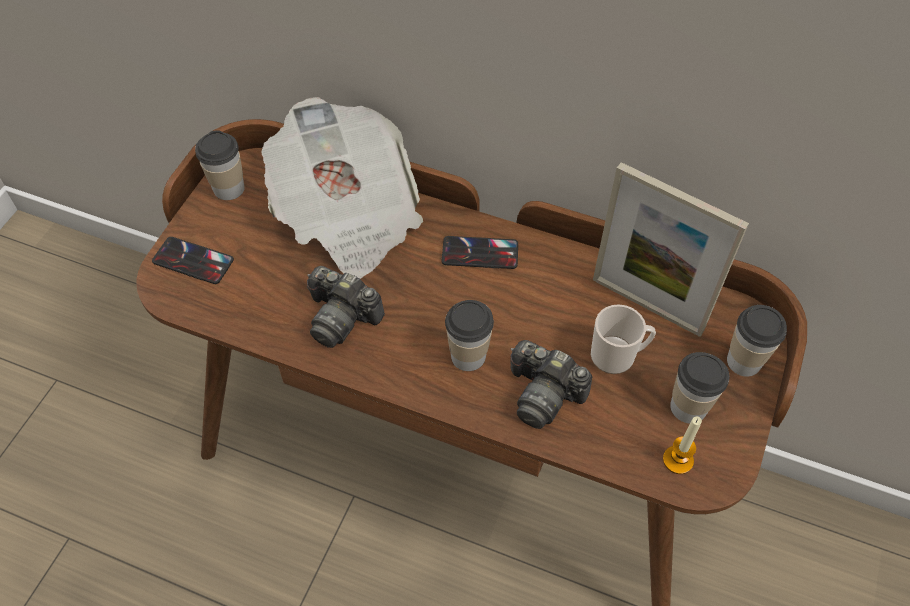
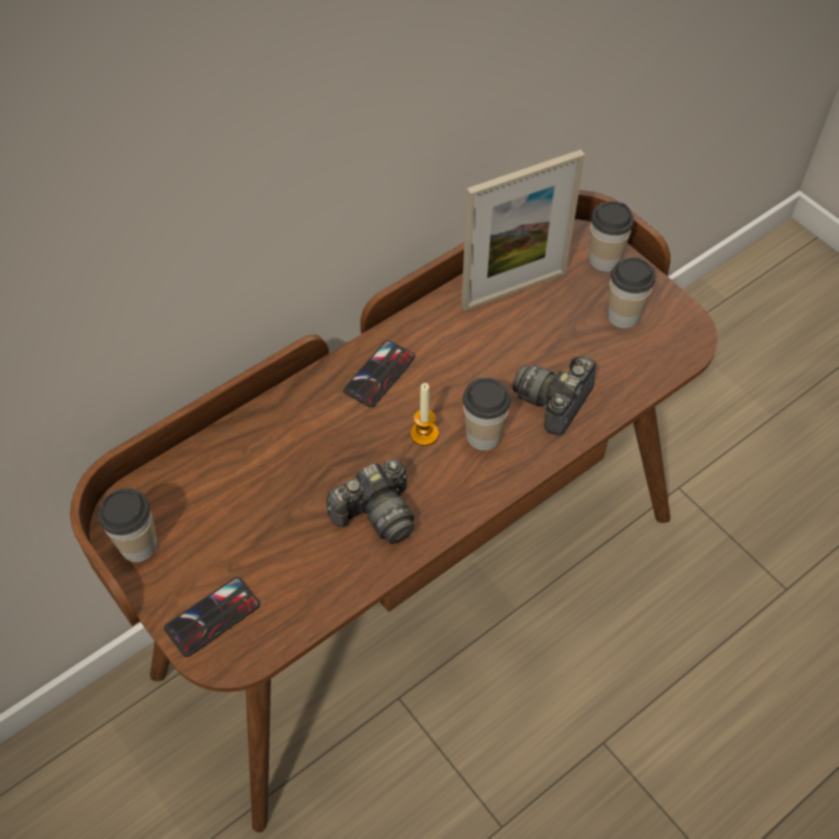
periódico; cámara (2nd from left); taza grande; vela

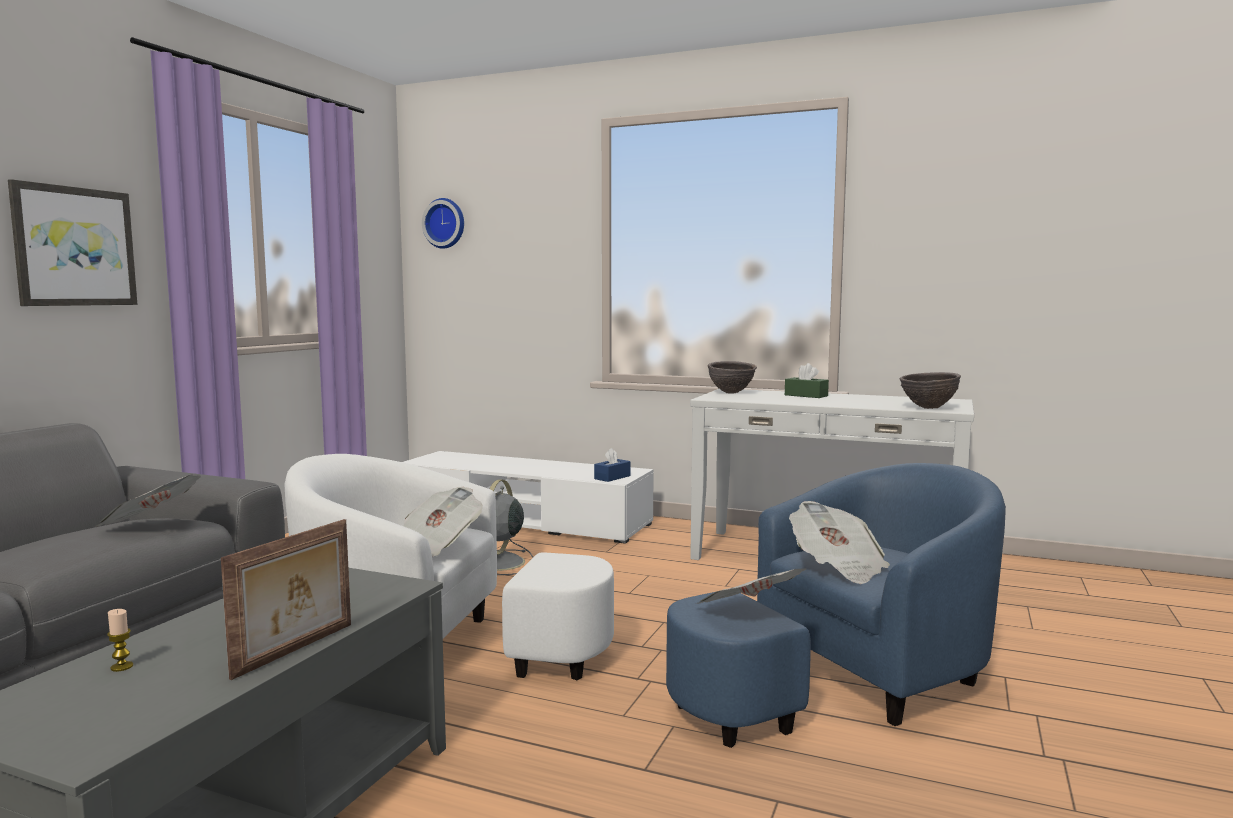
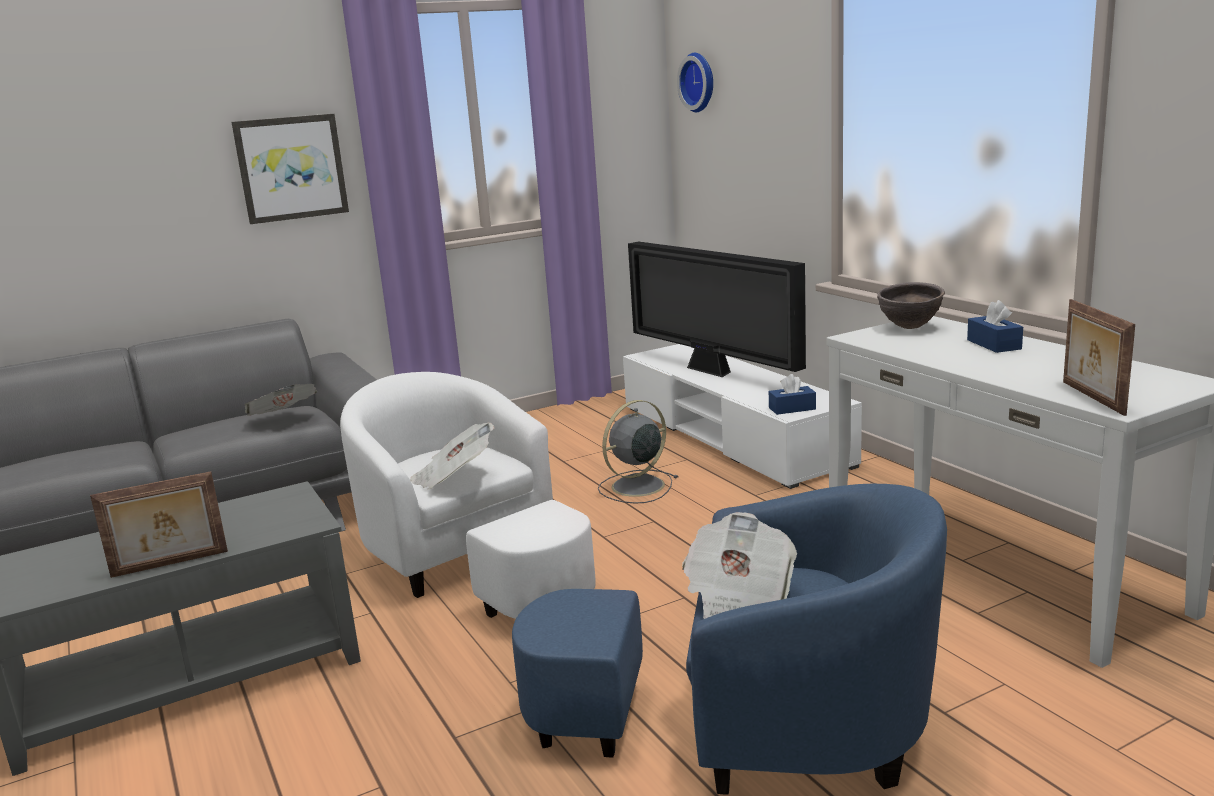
vela; periódico (3rd from left in the first image); caja de pañuelos/azul (2nd from left); portarretratos (2nd from left); televisor

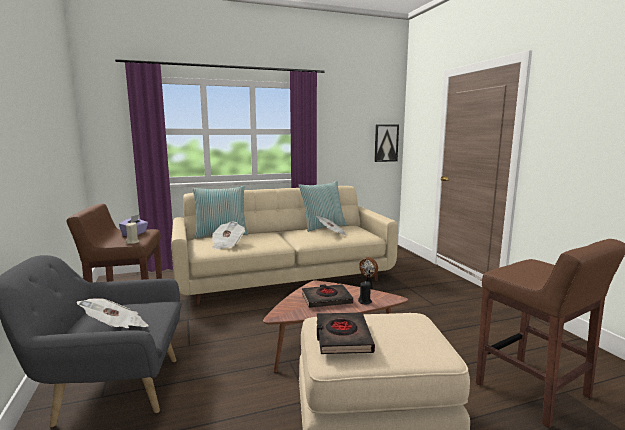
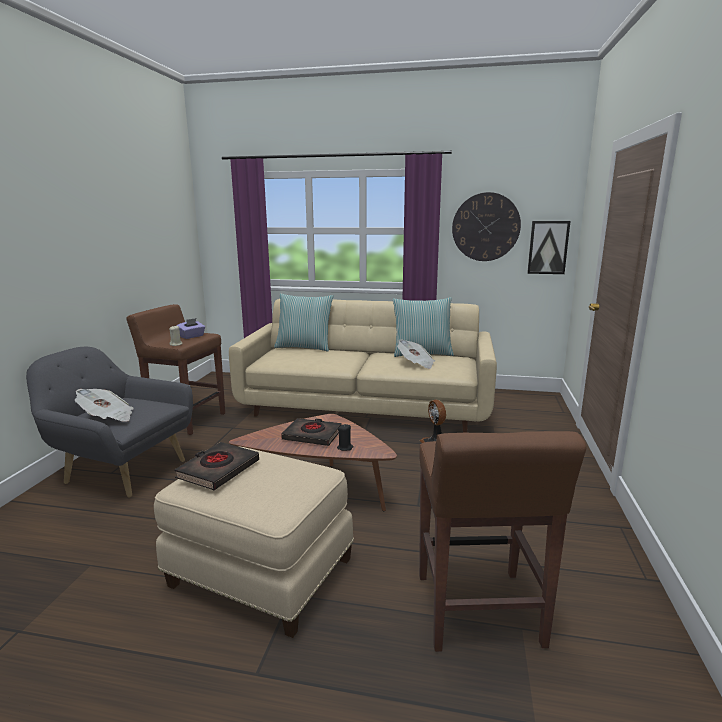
periódico (2nd from left in the first image); reloj de pared

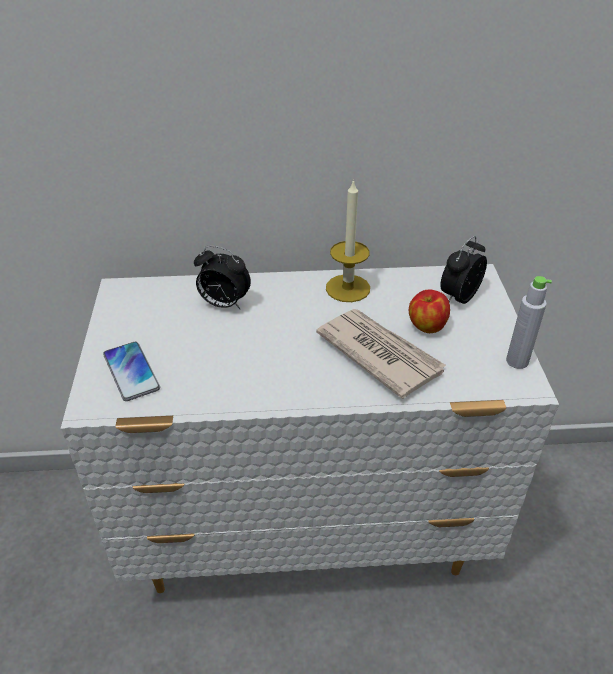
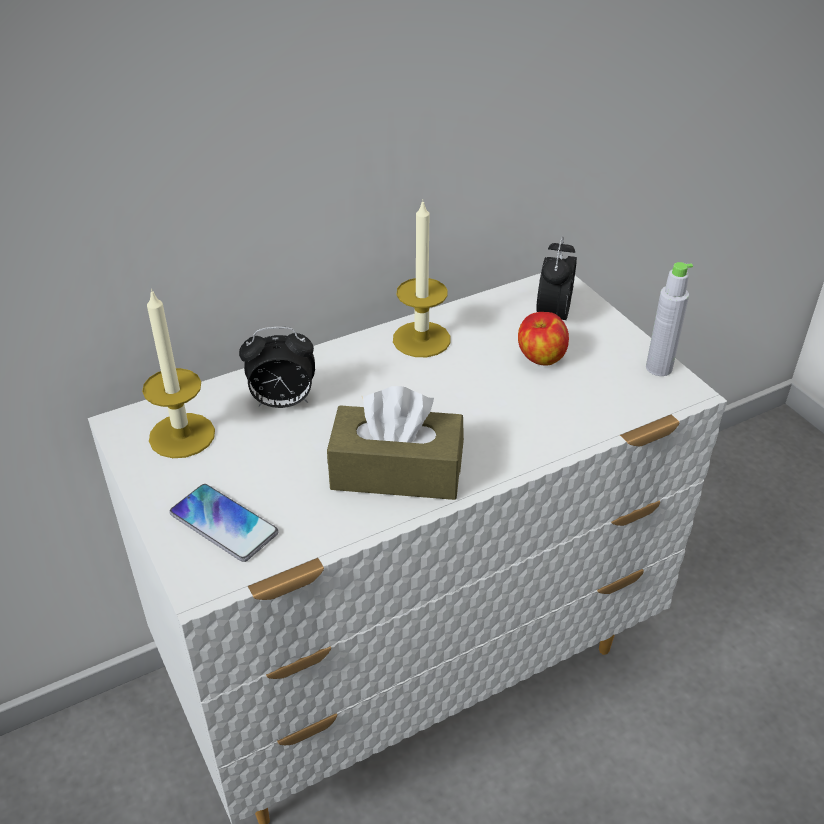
periódico; vela (1st from left); caja de pañuelos/marrón

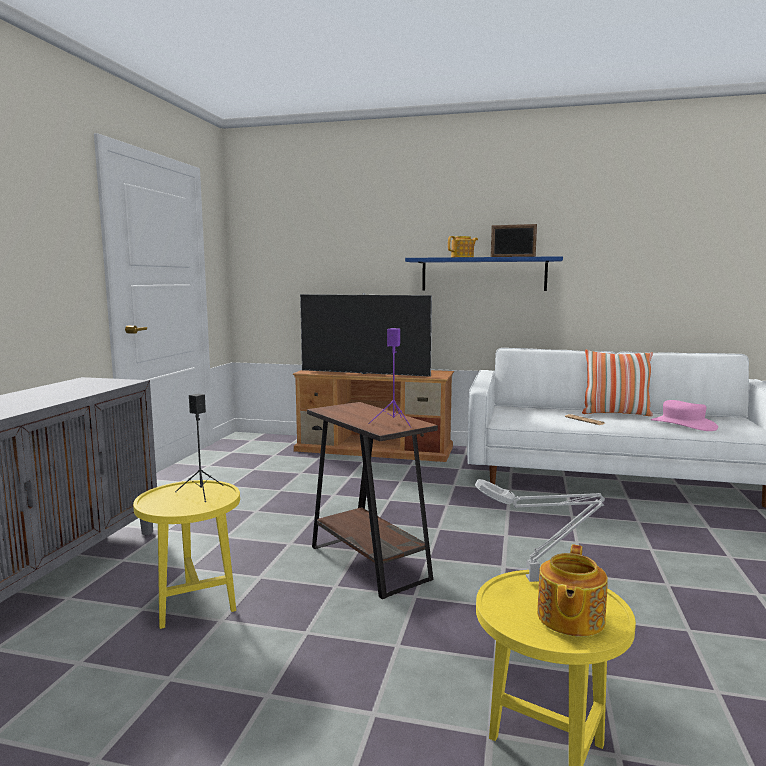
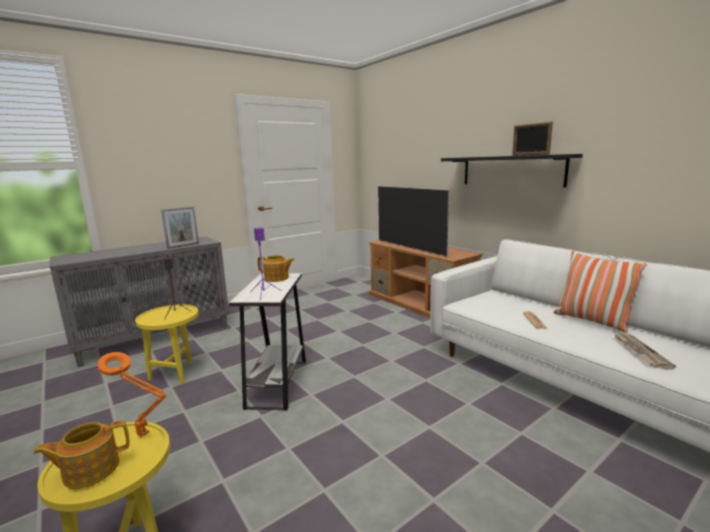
mesa auxiliar/blanco; estante/negro; tetera (2nd from left); lámpara de mesa/naranja; periódico (2nd from left); portarretratos (1st from left)

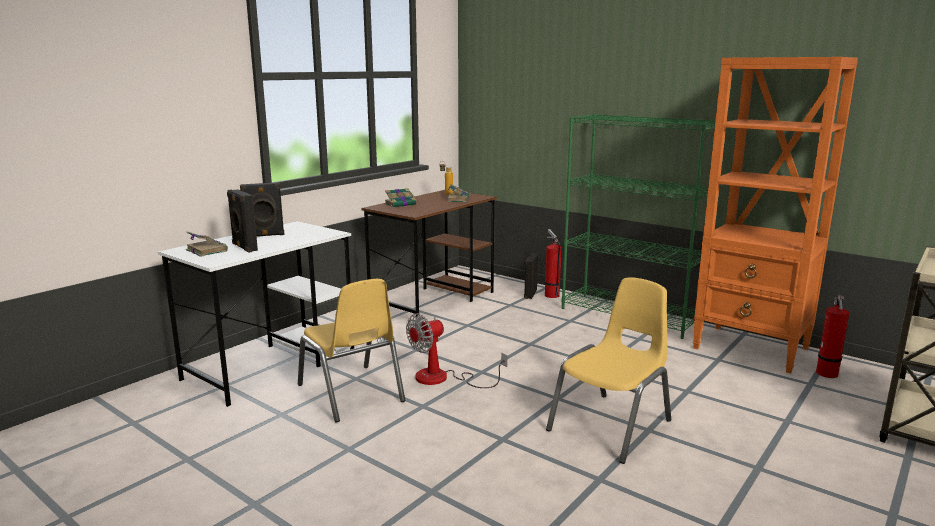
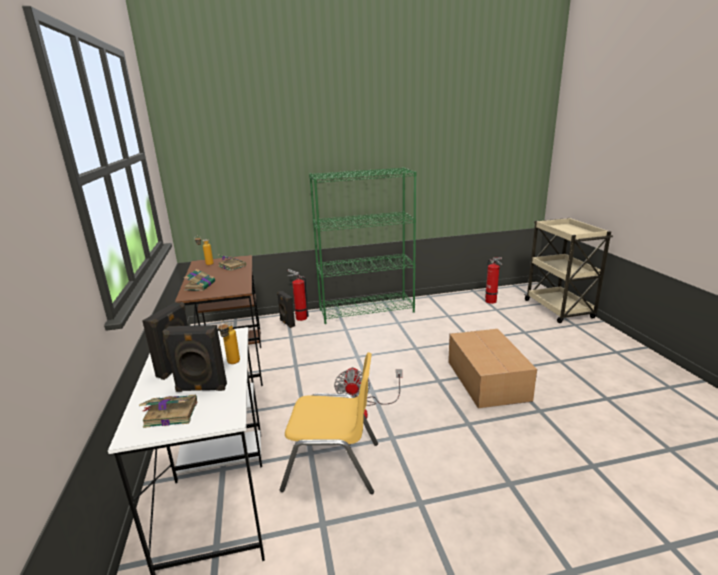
caja de cartón; estantería/naranja; botella (2nd from left)

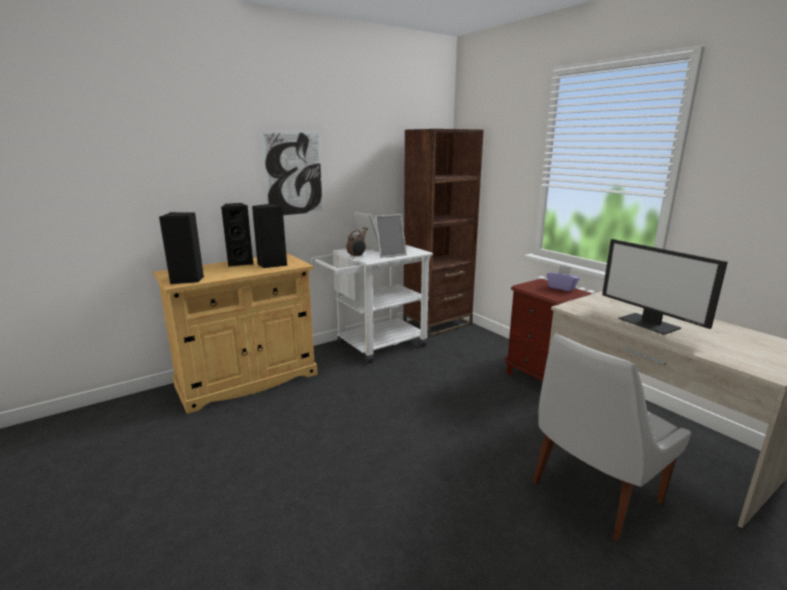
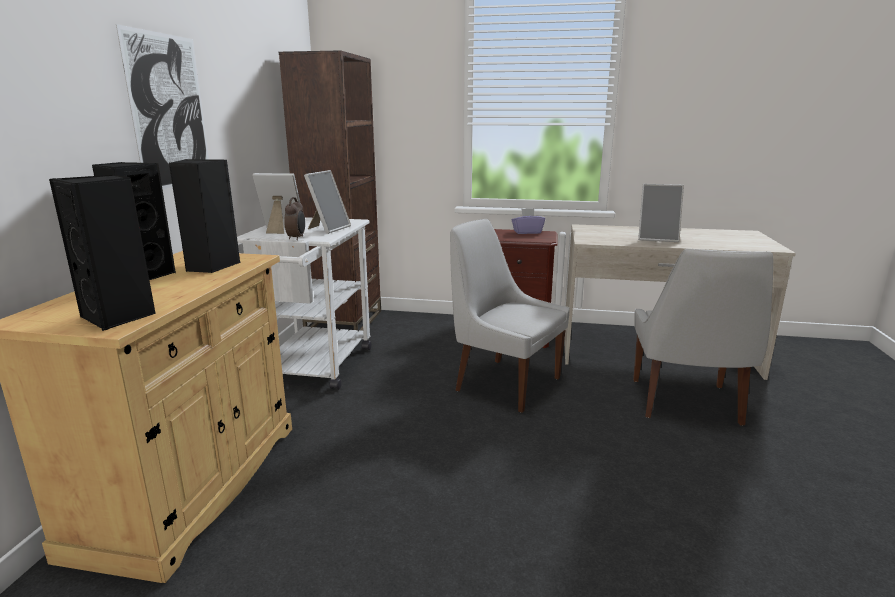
portarretratos (3rd from left); silla/blanco (1st from left)

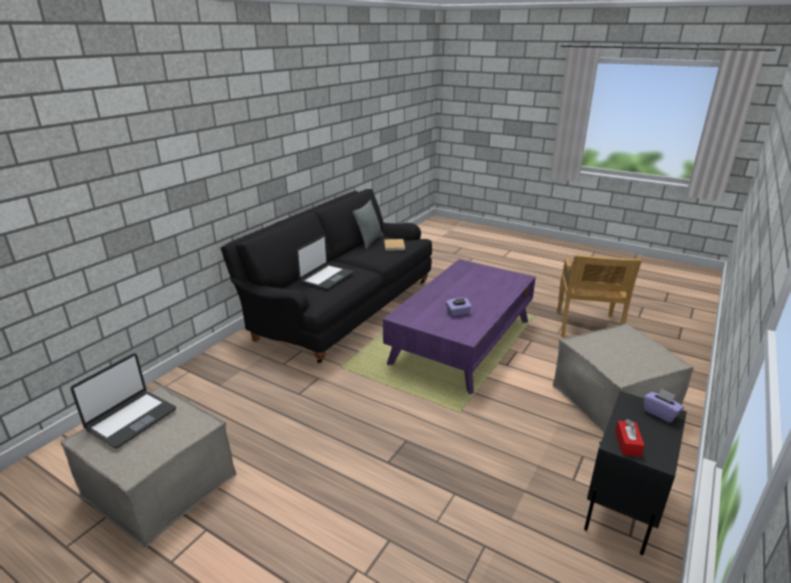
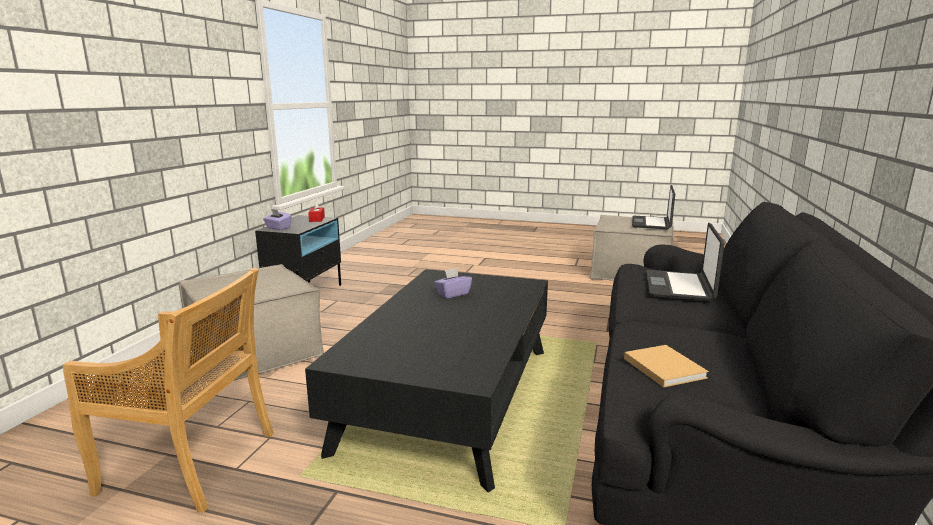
cojín/gris; mesa de centro/negro; silla/beis

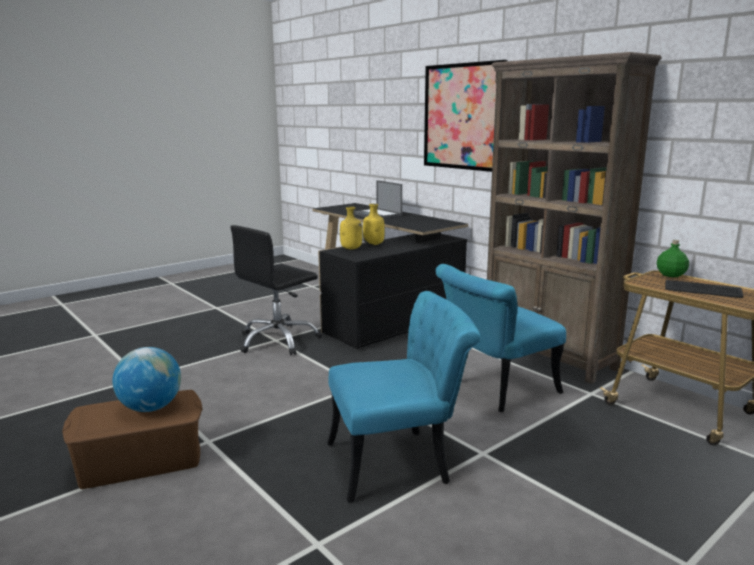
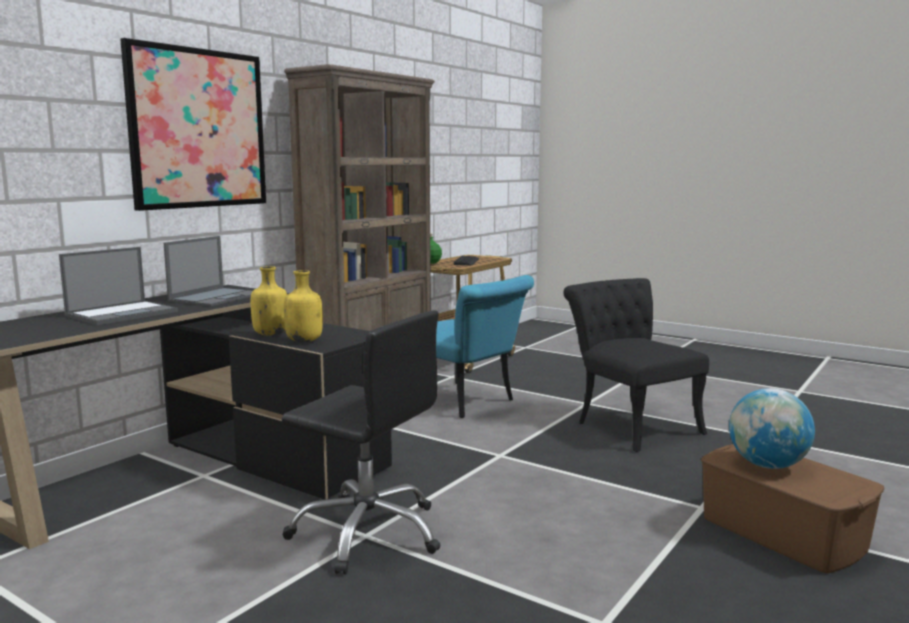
silla/negro; portátil (2nd from left)

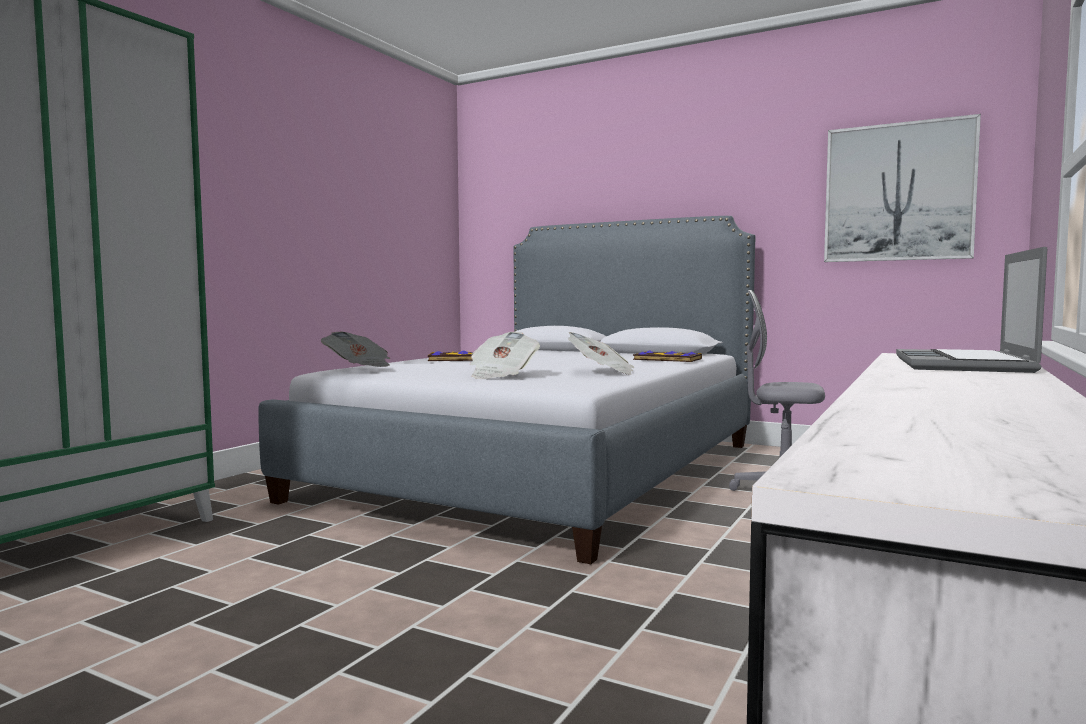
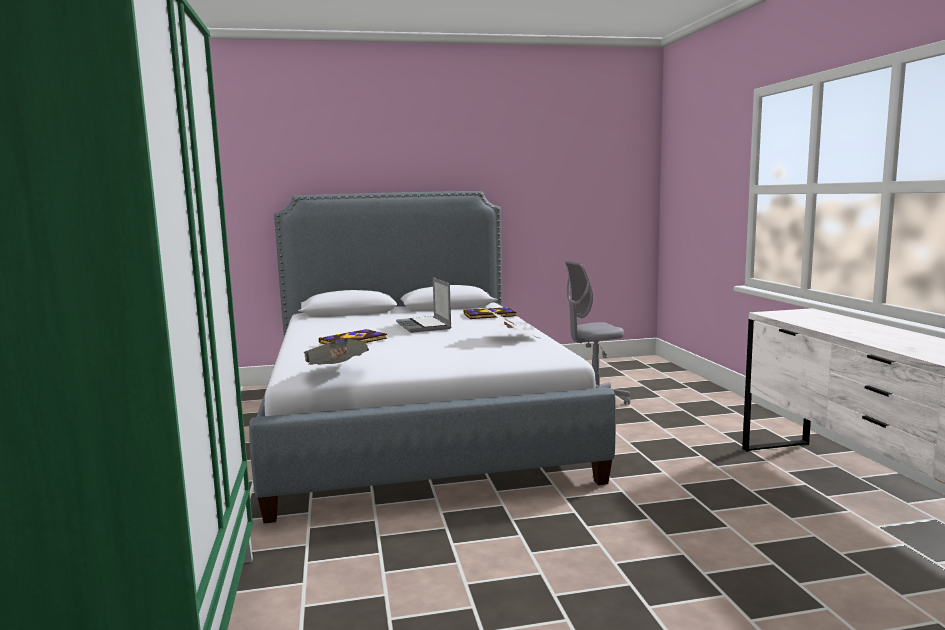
periódico (2nd from left in the first image); cuadro; portátil

